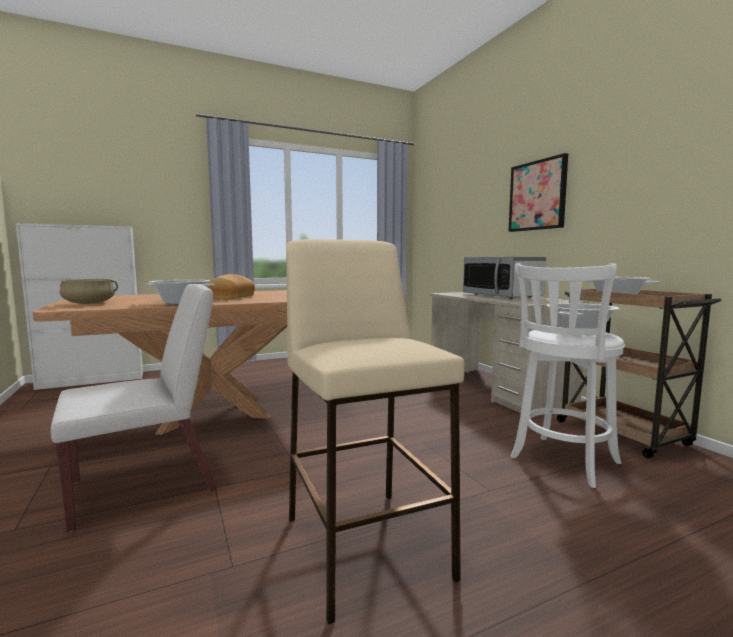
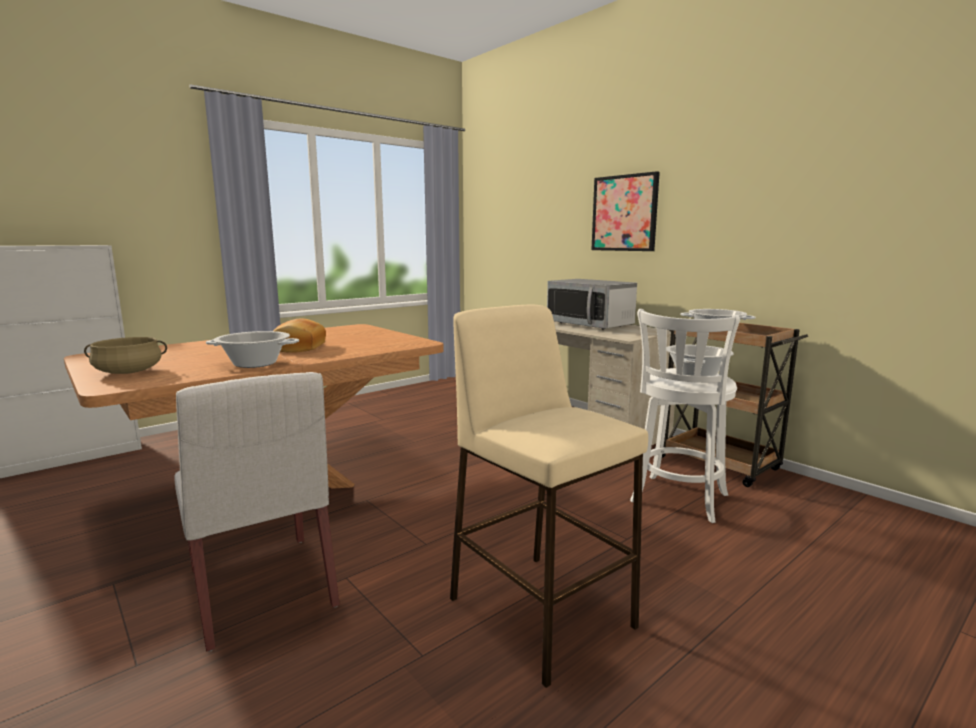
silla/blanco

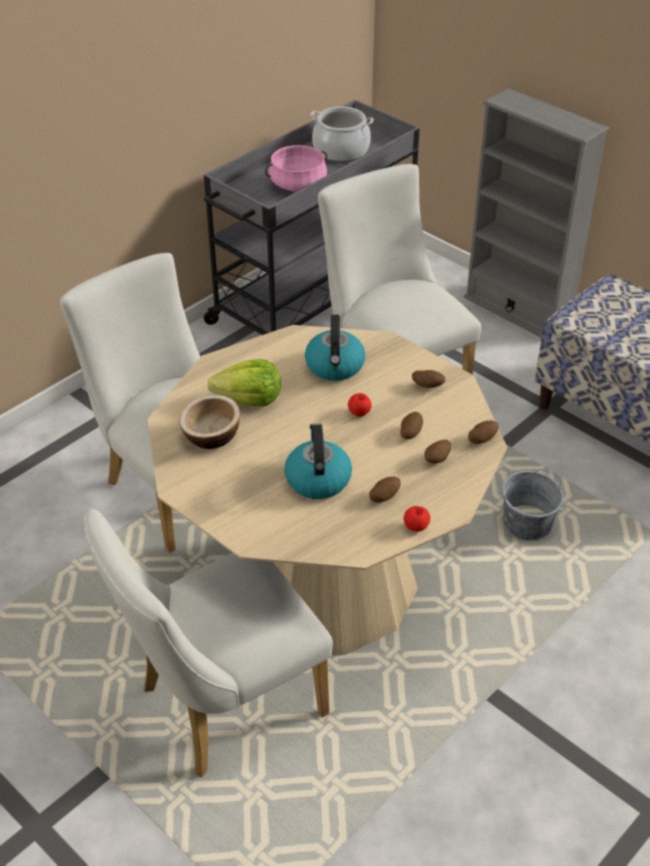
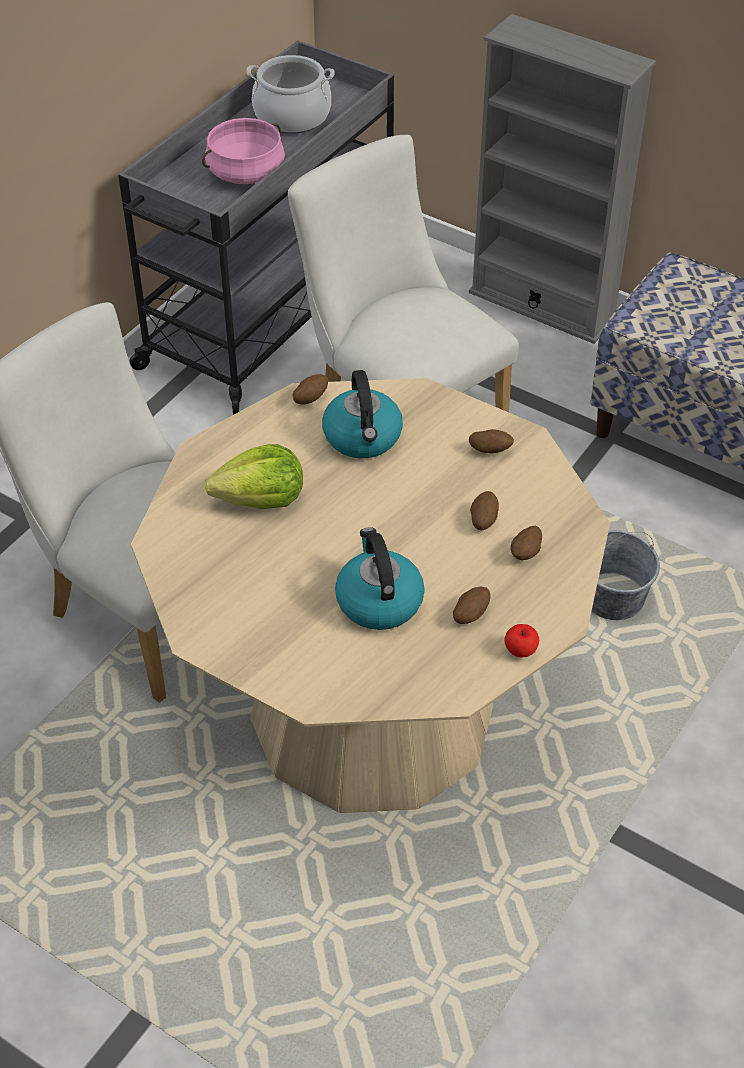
silla/blanco (2nd from left in the first image); cuenco; manzana (1st from left in the first image); patata (1st from left)

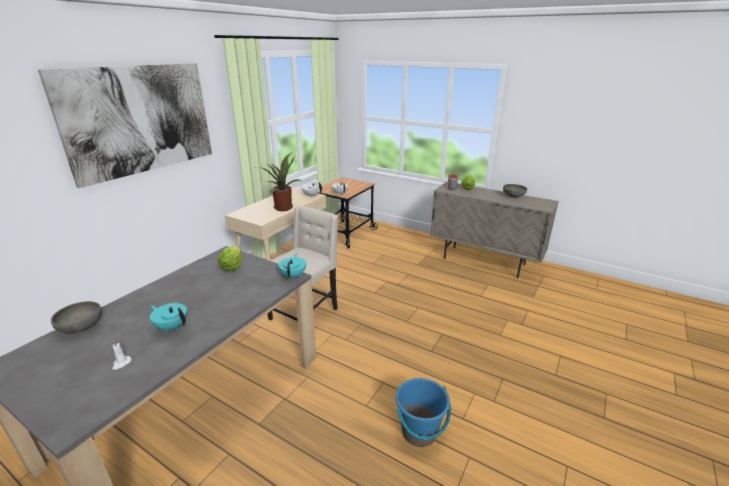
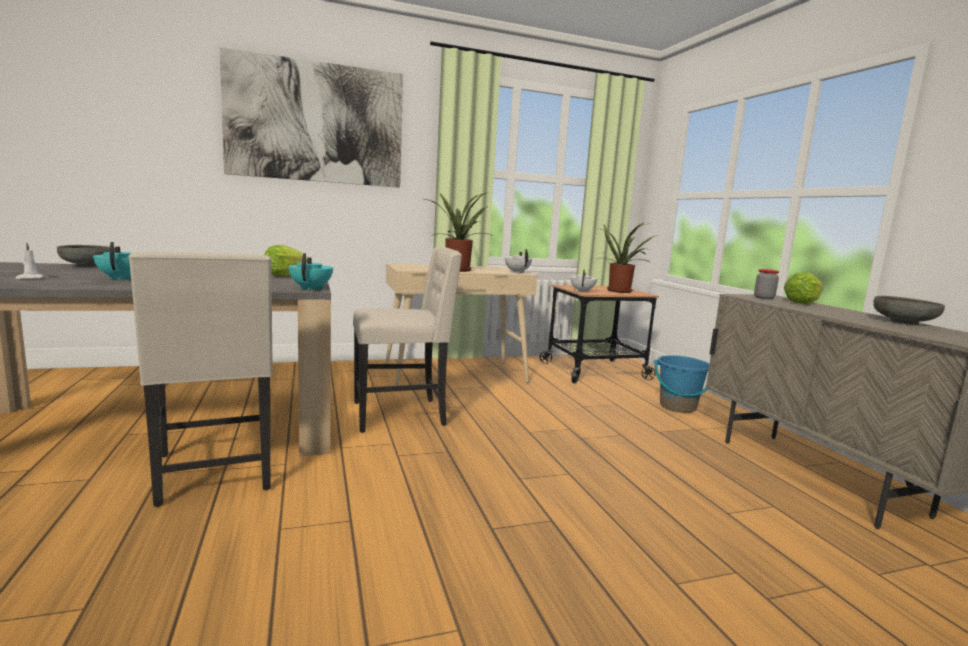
tetera/turquesa (2nd from left); cubo/azul; silla/beis (1st from left); planta en maceta (2nd from left)

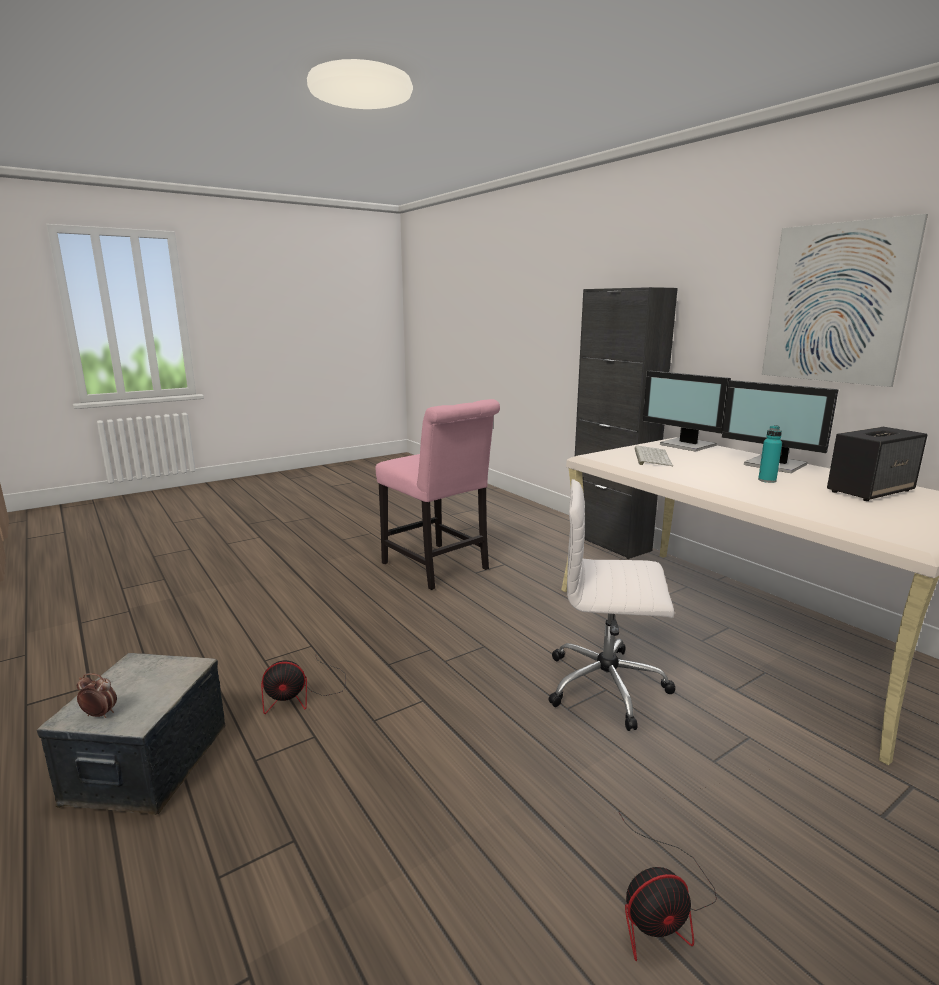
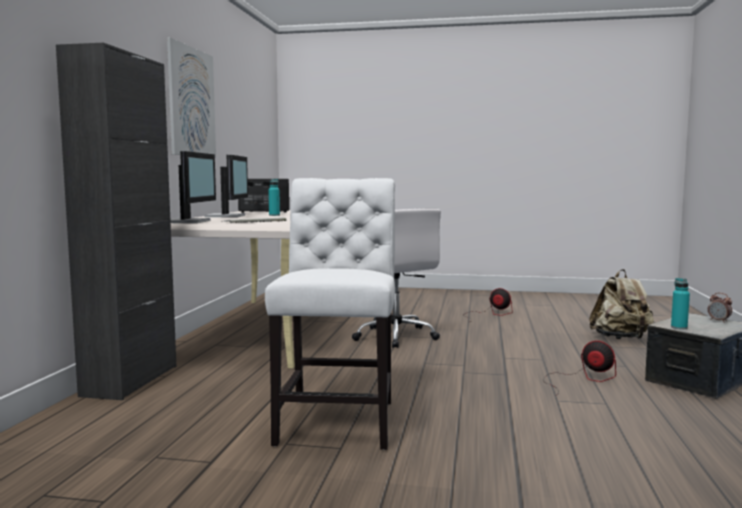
silla/blanco; mochila/beis; botella/turquesa (2nd from left)

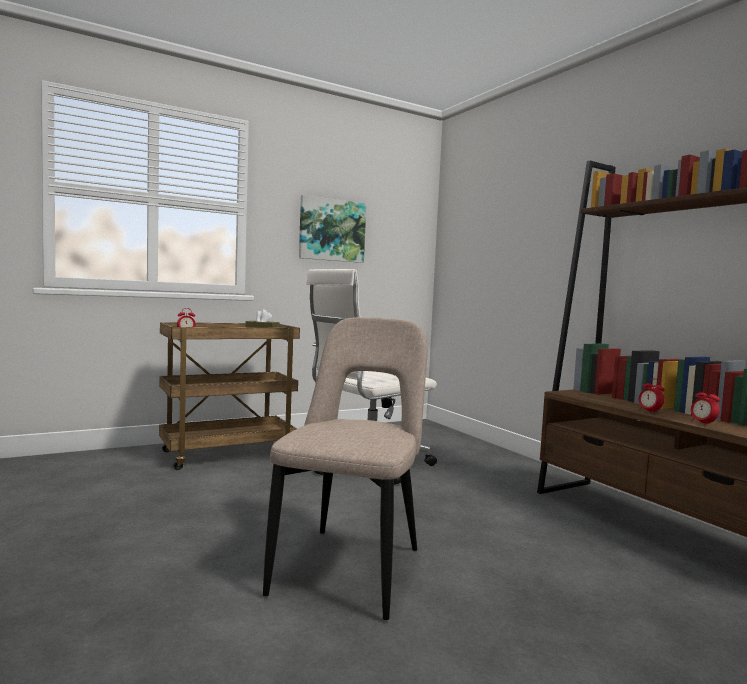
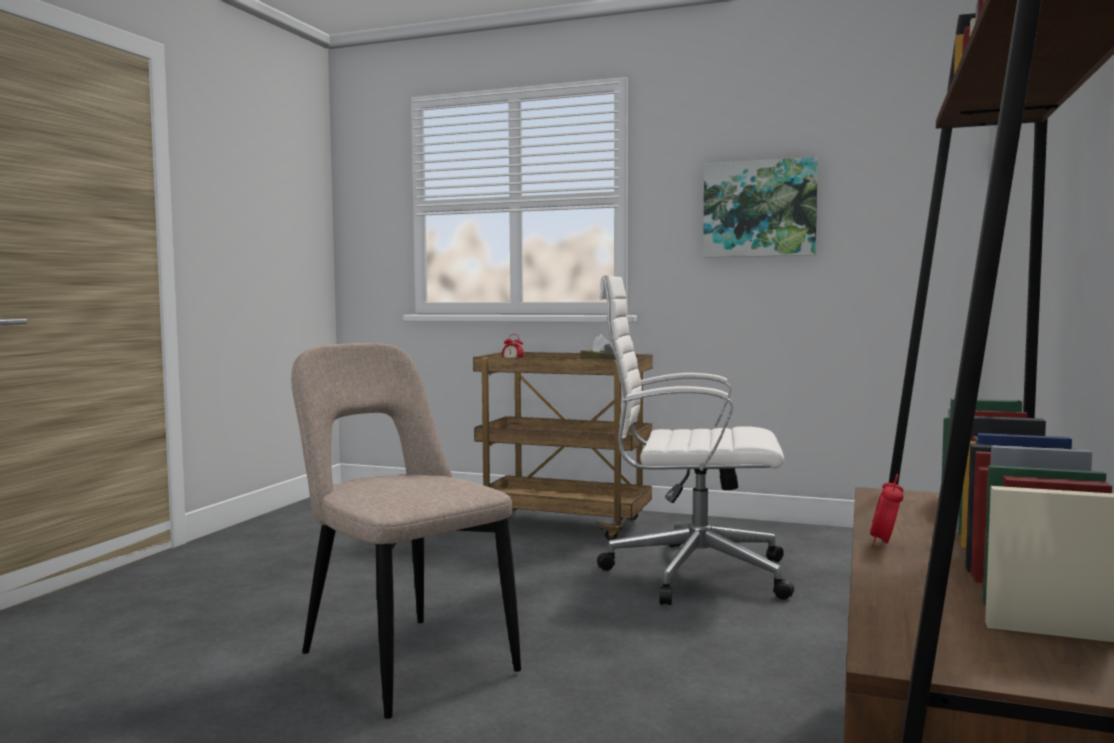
silla/beis; despertador (3rd from left in the first image)

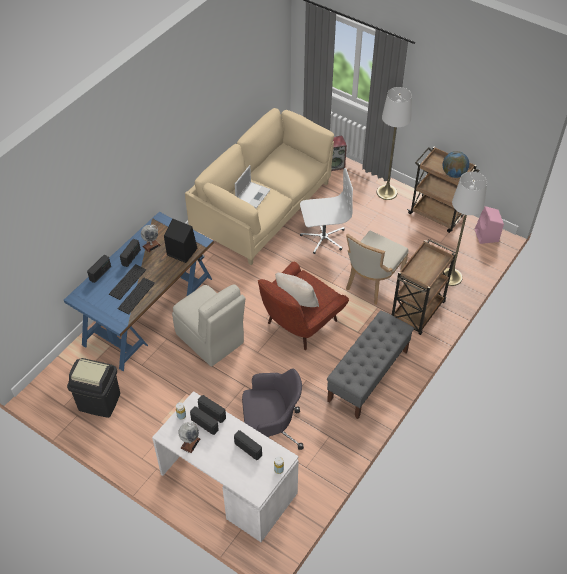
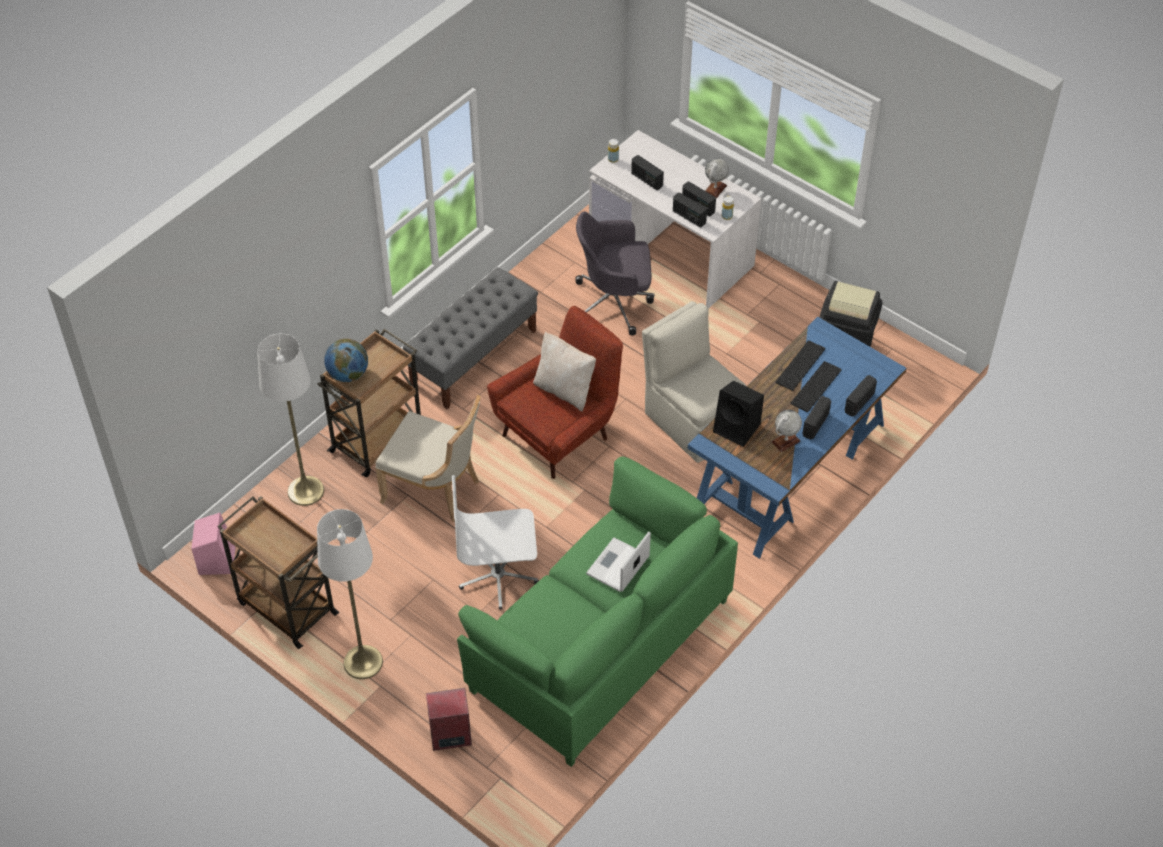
sofá/verde; silla/beis (1st from left); globo terráqueo (1st from left)

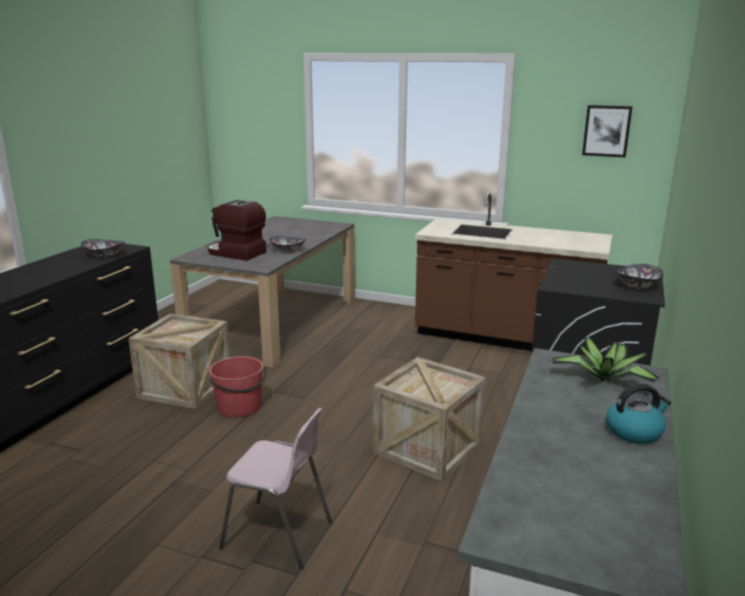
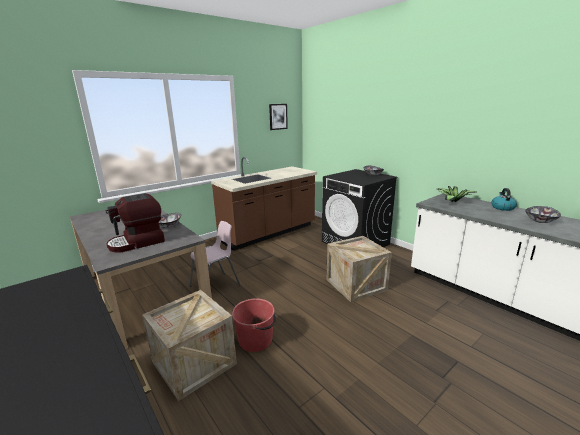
cuenco (3rd from left); silla/rosa

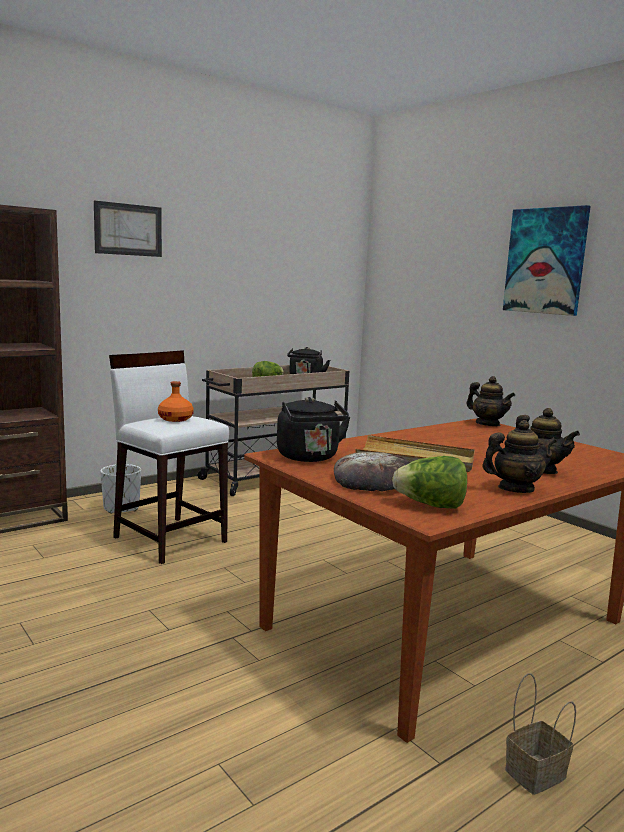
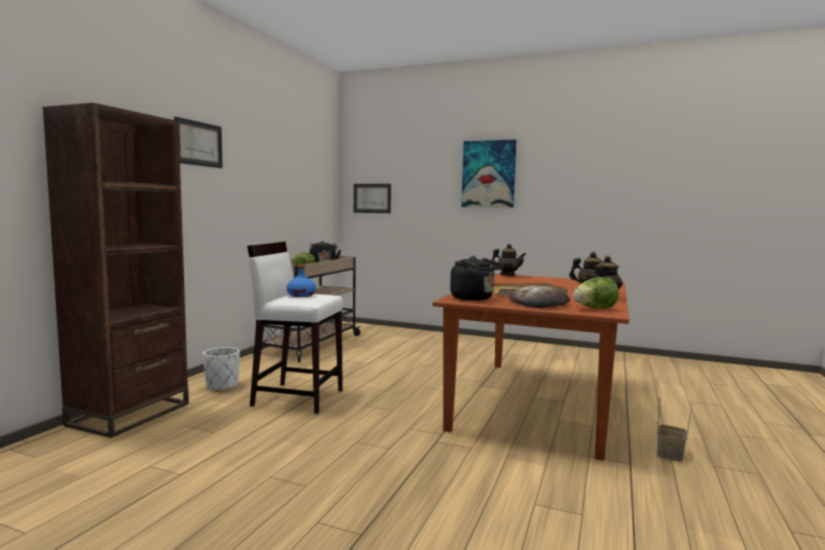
botella/azul; cuadro (2nd from left)

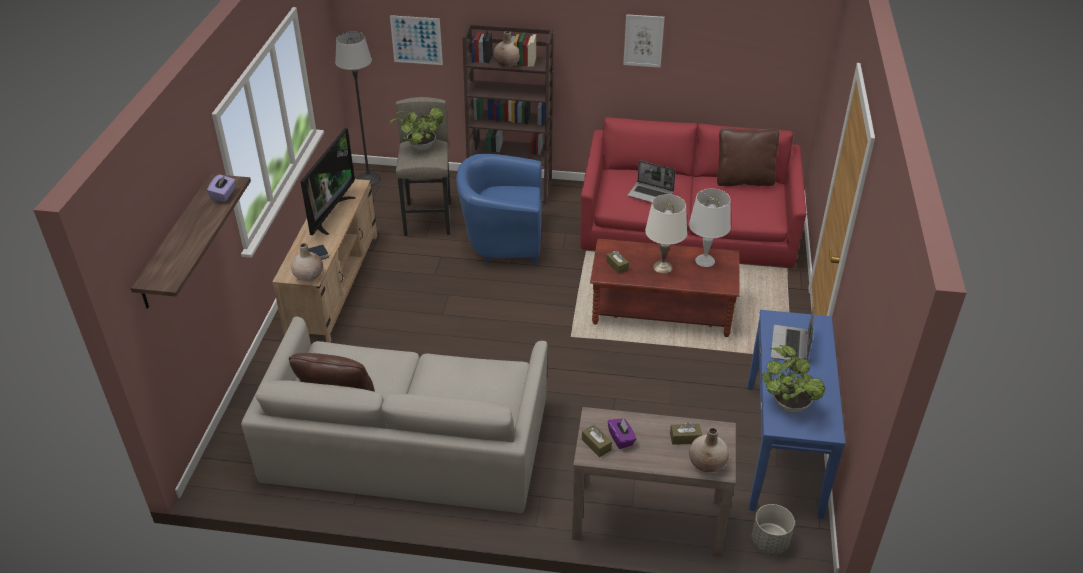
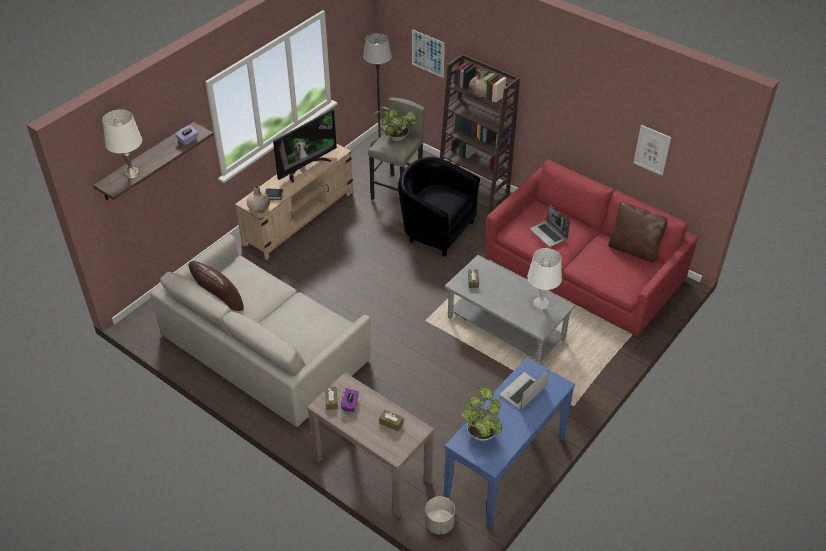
sillón/negro; mesa de centro/gris; cuadro (2nd from left); lámpara de mesa/blanco (1st from left); florero/beis (3rd from left in the first image)

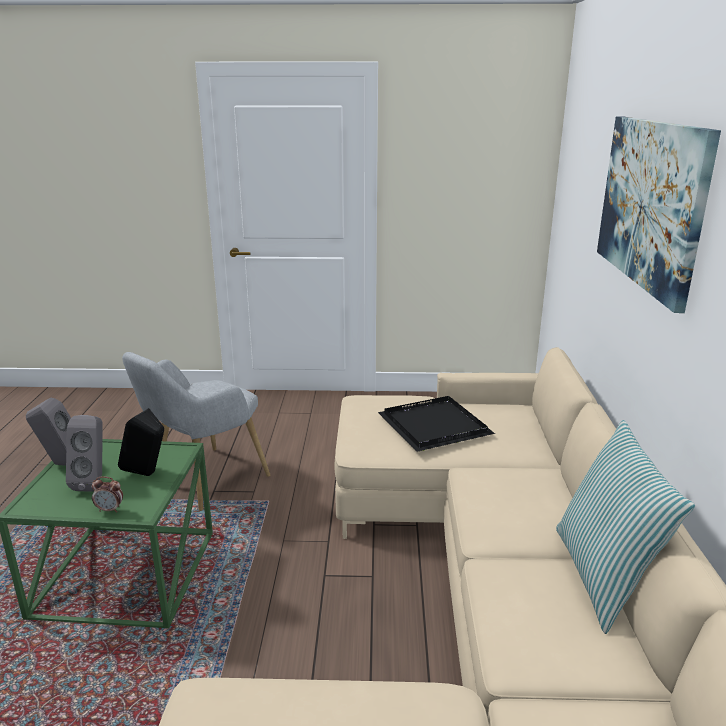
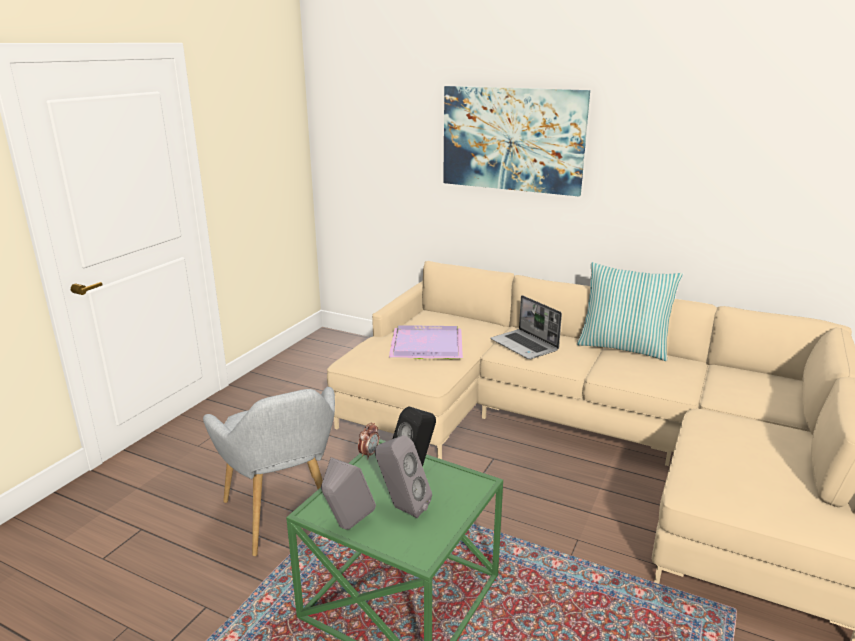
despertador; bandeja/morado; portátil

